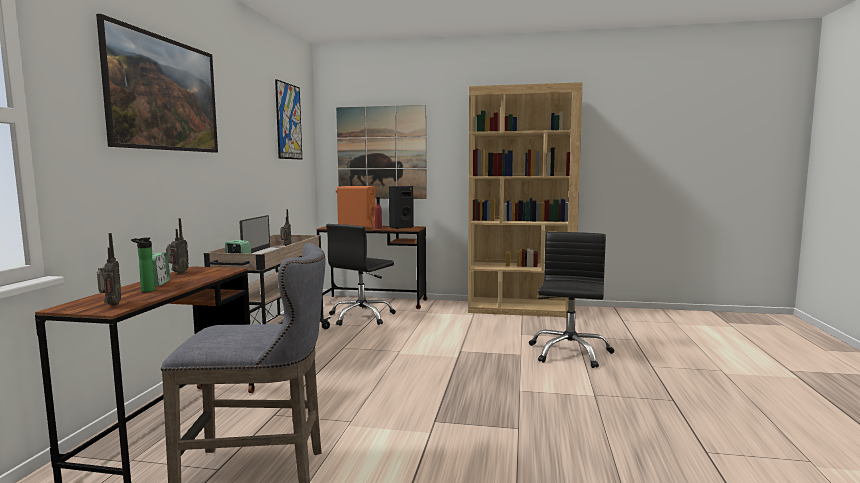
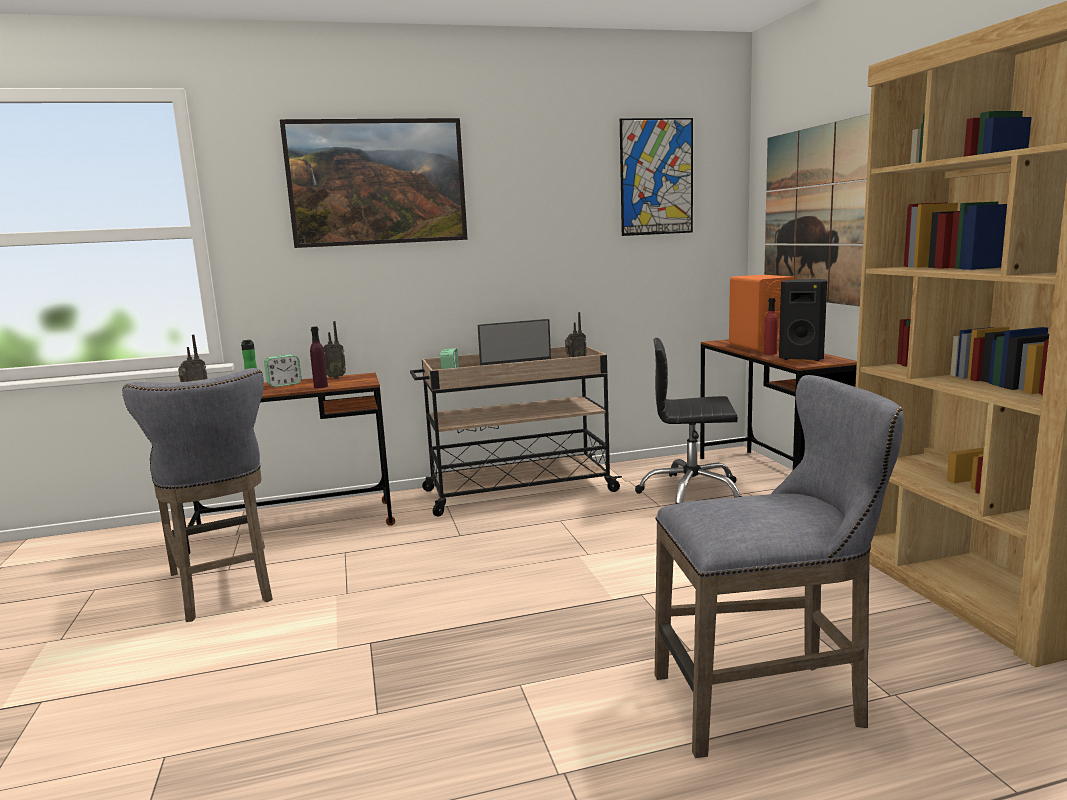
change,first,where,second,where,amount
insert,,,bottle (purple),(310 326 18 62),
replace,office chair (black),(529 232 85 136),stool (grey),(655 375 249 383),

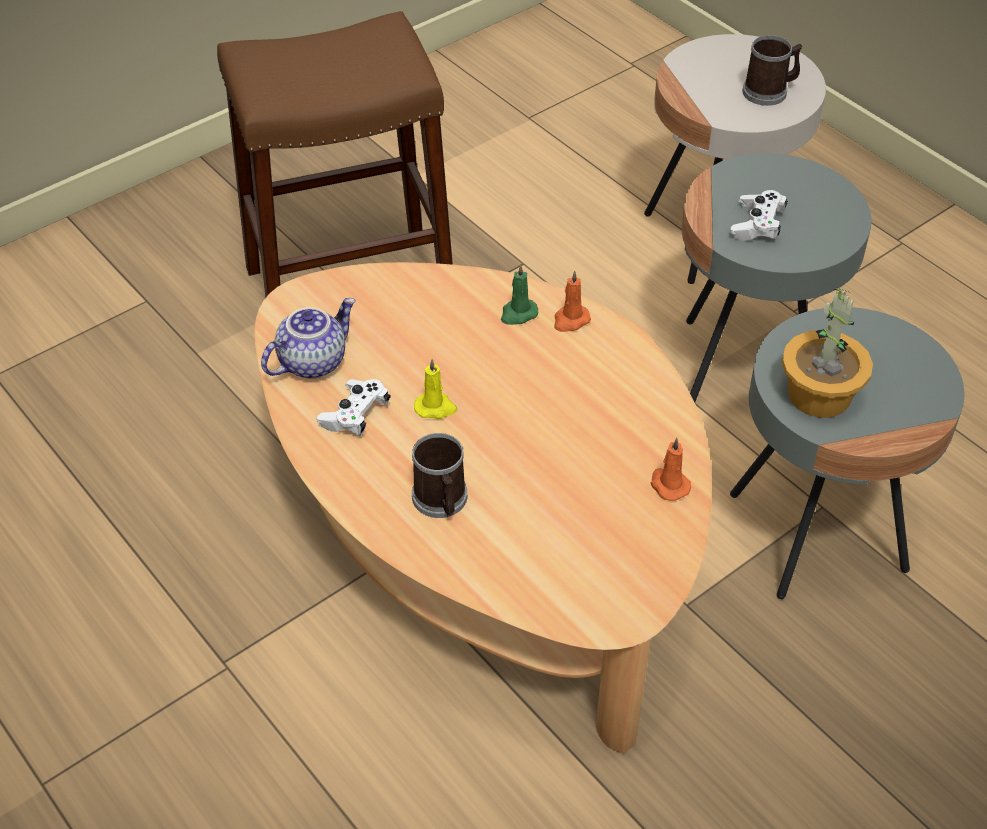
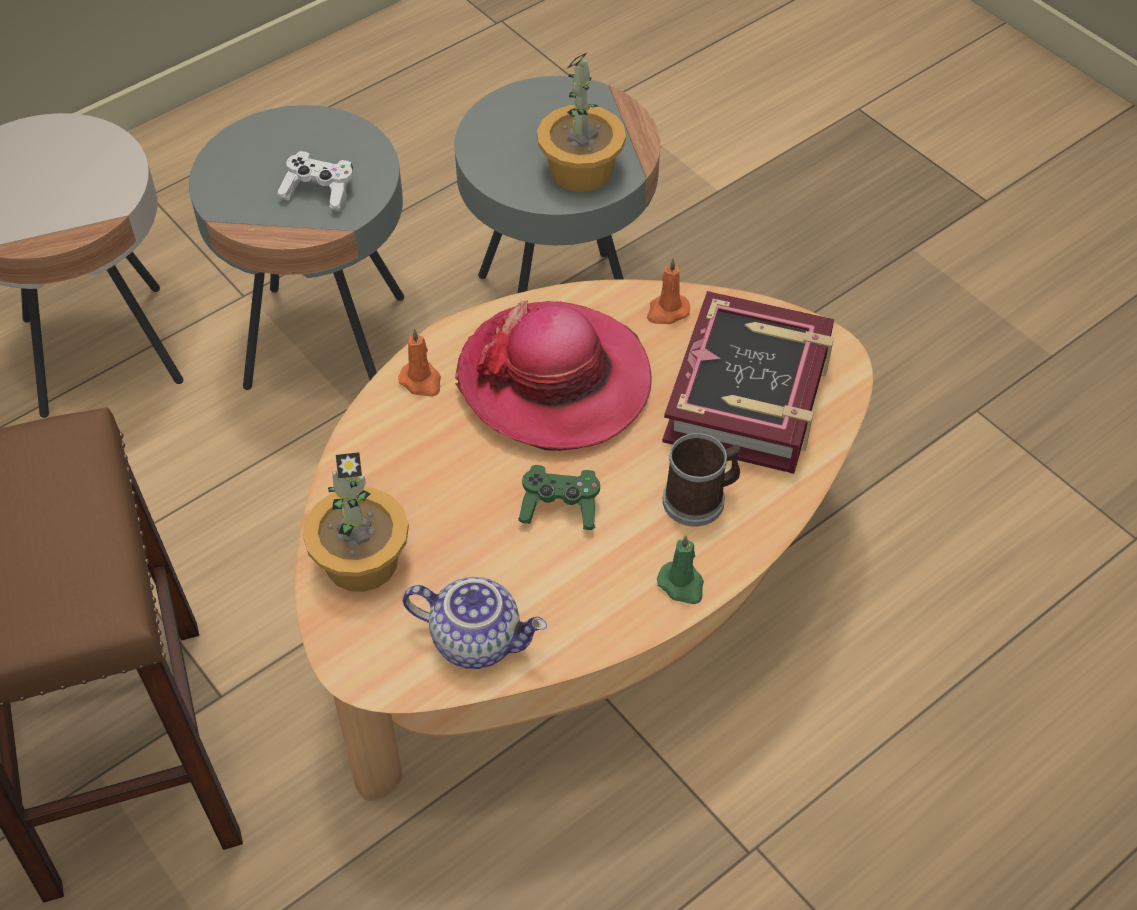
change,first,where,second,where,amount
delete,game controller (white),(317 379 73 57),,,
delete,mug,(743 35 59 71),,,
insert,,,potted plant,(303 452 106 140),
insert,,,hat,(455 301 197 150),
insert,,,book,(662 291 172 183),
move,candle (green),(501 264 37 61),,(657 535 47 69),
replace,candle (yellow),(414 359 44 60),game controller (green),(518 465 82 65),
rotate,teapot,(261 298 95 81),,(403 577 144 92),150 degrees clockwise

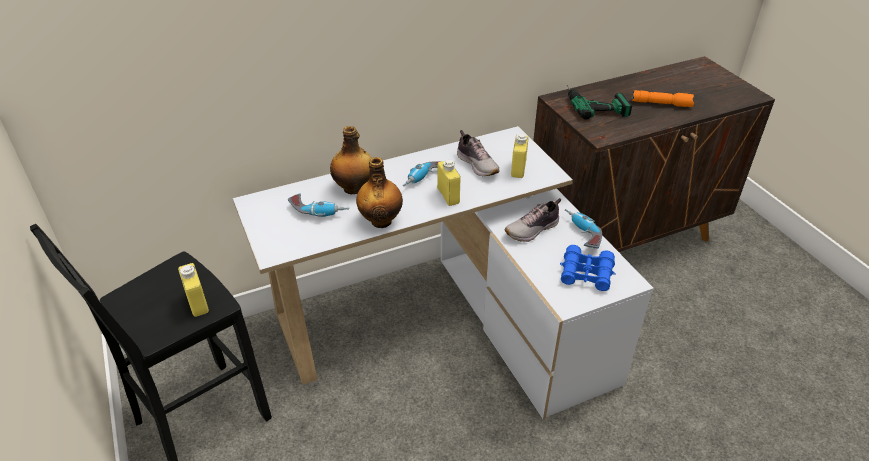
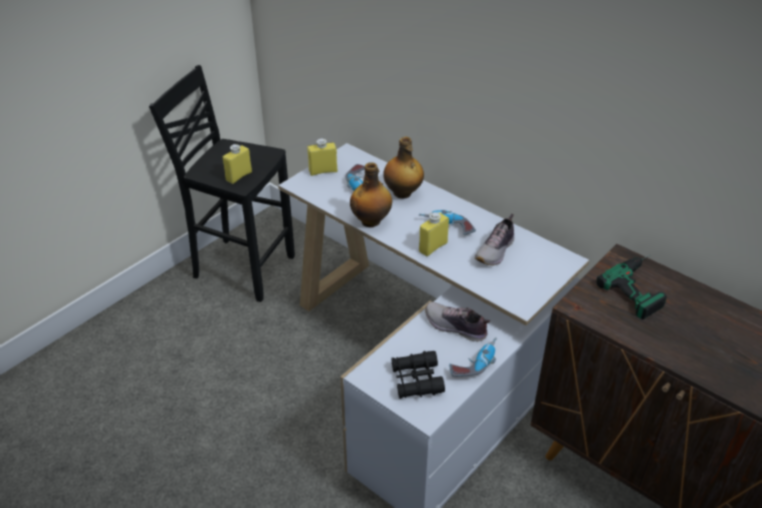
change,first,where,second,where,amount
delete,flashlight (orange),(632 90 62 17),,,
move,bottle (yellow),(511 134 17 44),,(307 138 30 38),
recolor,binoculars (blue),(560 245 56 46),binoculars (black),(391 351 54 48),

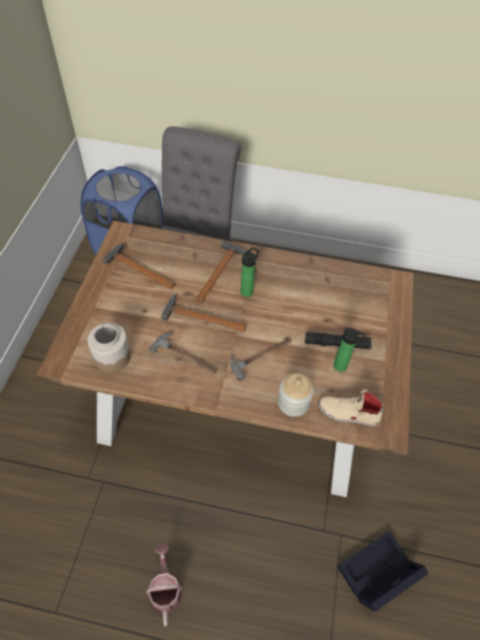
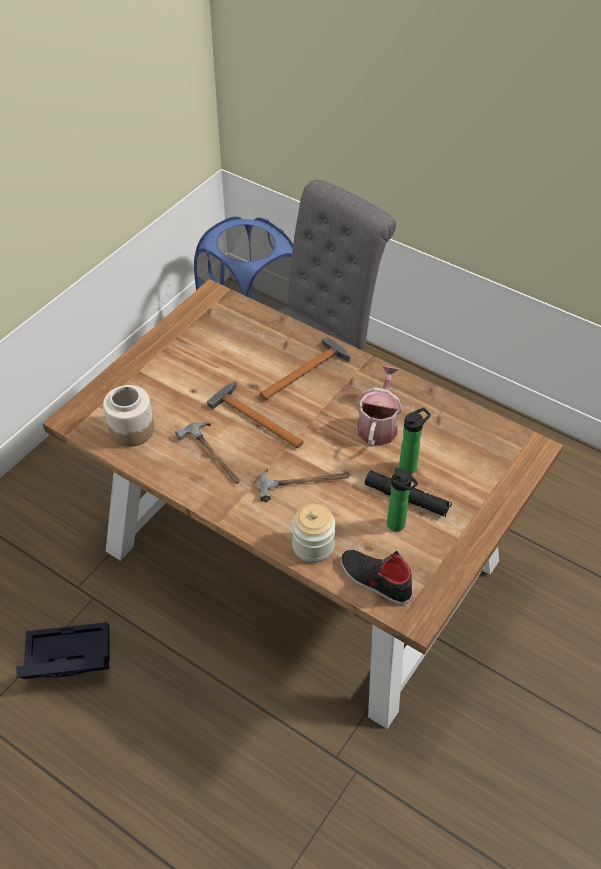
change,first,where,second,where,amount
delete,hammer,(102 243 73 46),,,
move,watering can,(146 545 36 81),,(357 365 45 82),
move,bottle,(241 247 18 50),,(399 407 32 67),
move,storage box (black),(337 531 92 81),,(16 622 93 57),
recolor,shoe (beige),(318 389 66 37),shoe (black),(340 550 73 55),

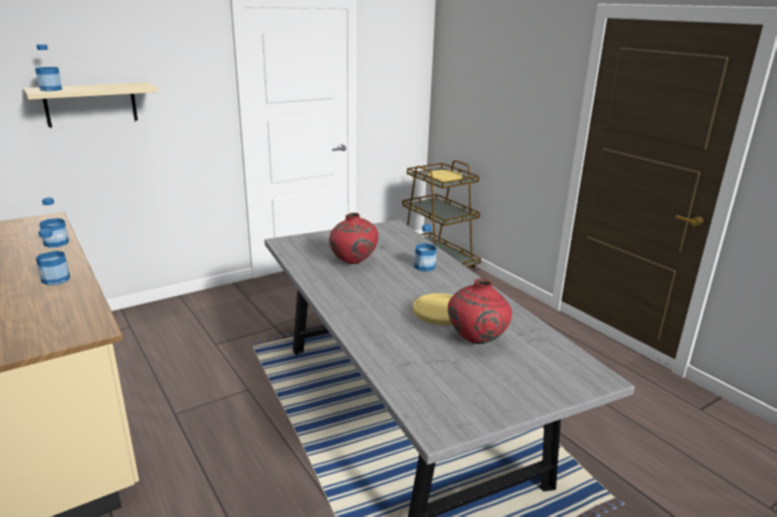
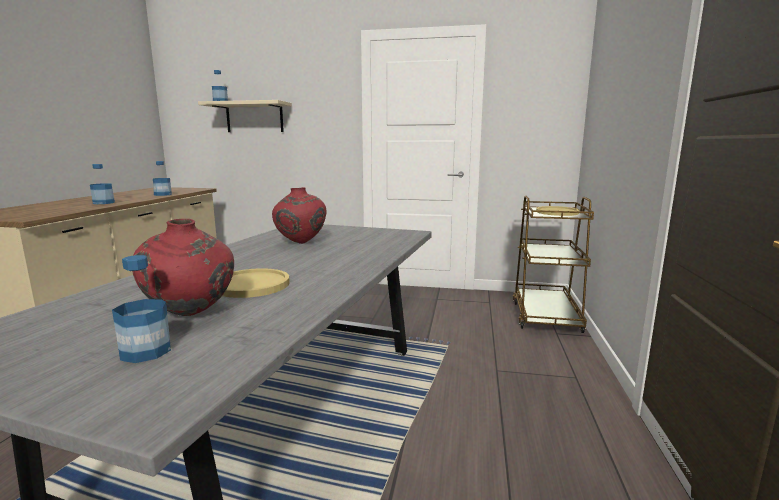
change,first,where,second,where,amount
move,bottle,(414 224 23 48),,(112 255 59 108),

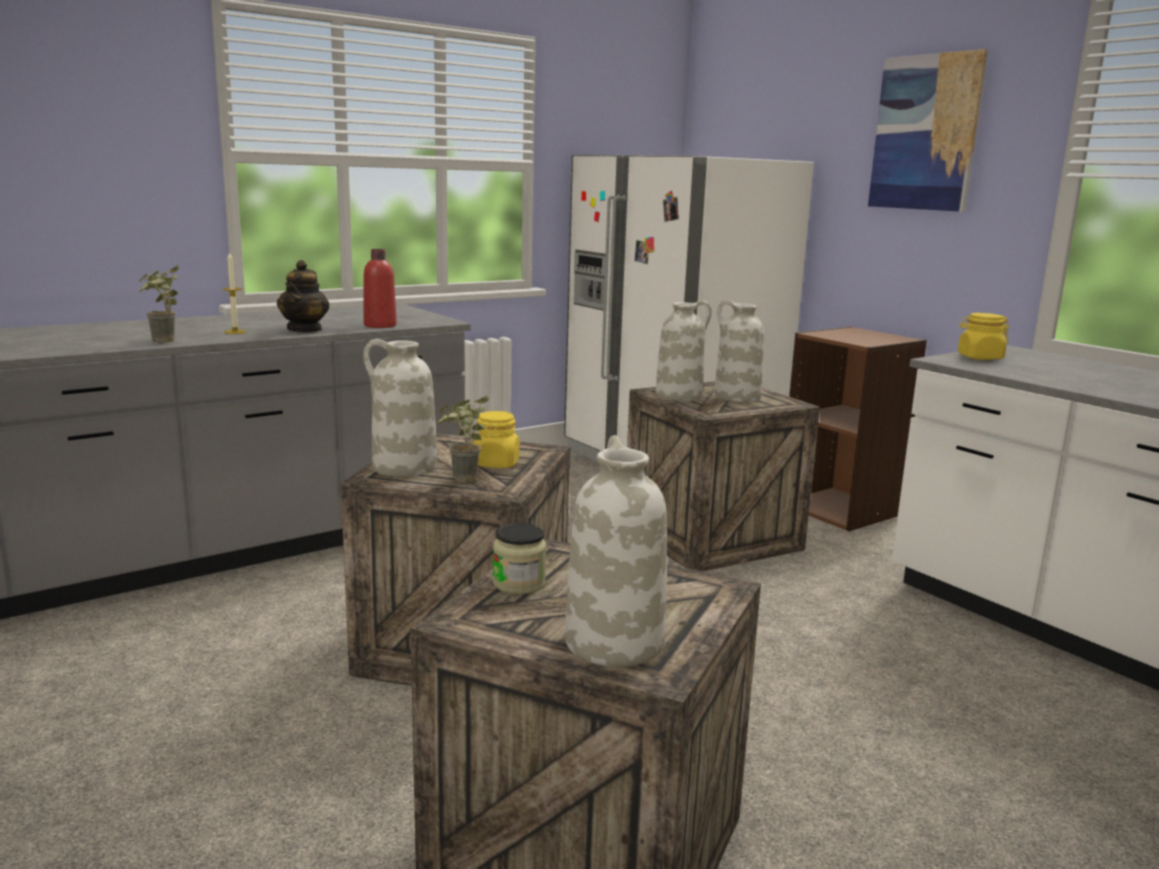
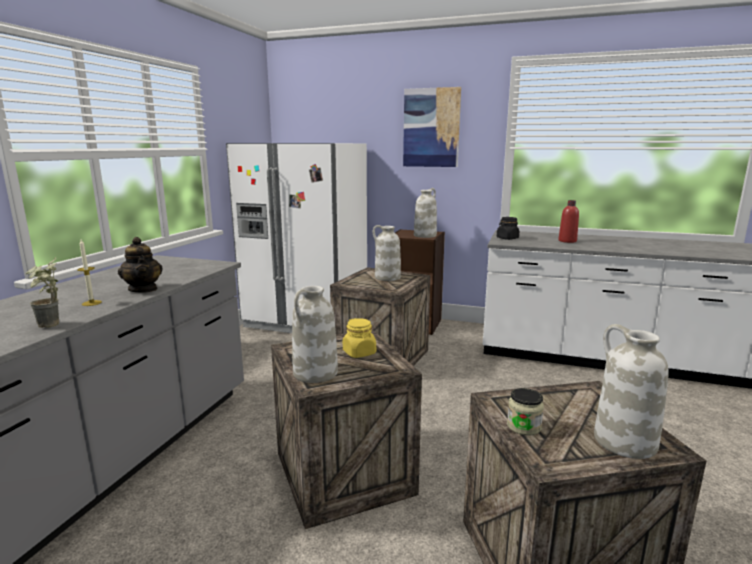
change,first,where,second,where,amount
delete,potted plant,(437 396 52 87),,,
move,bottle (red),(363 249 34 79),,(558 200 21 43),
move,vase (white),(656 300 55 101),,(414 188 23 50),
recolor,jar (yellow),(958 313 51 47),jar (black),(497 217 22 23),

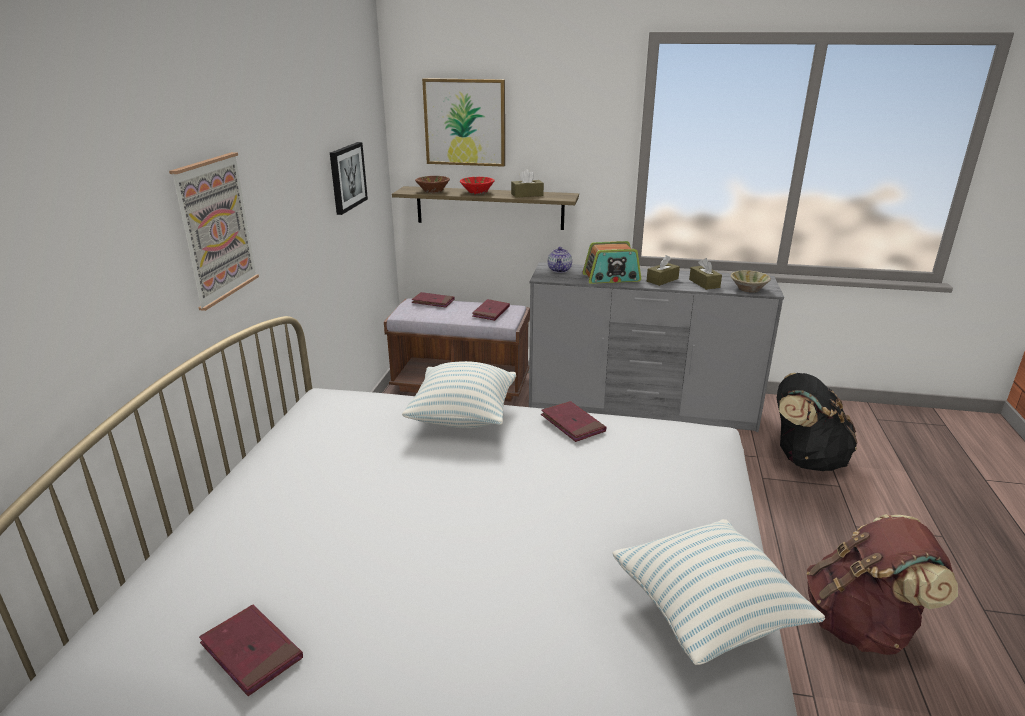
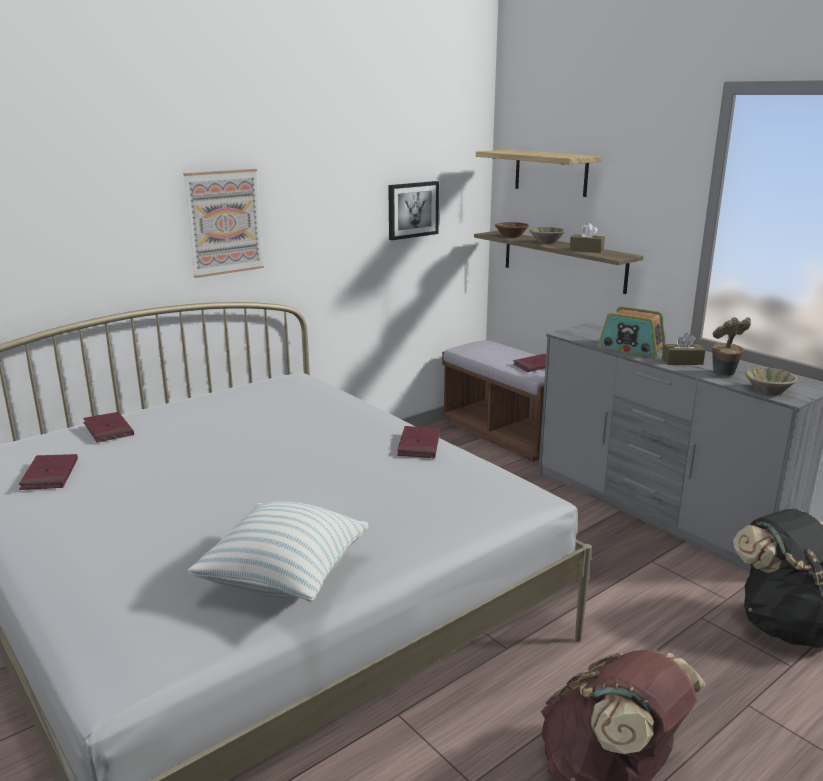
change,first,where,second,where,amount
delete,pillow,(402 361 114 67),,,
delete,teapot,(548 247 24 26),,,
move,book (red),(412 292 42 16),,(83 412 51 30),
replace,picture,(422 78 83 89),shelf,(476 150 126 47),
replace,tissue box (brown),(689 258 33 32),potted plant,(712 317 39 59),
recolor,bowl (red),(460 177 35 17),bowl (beige),(529 227 36 17),

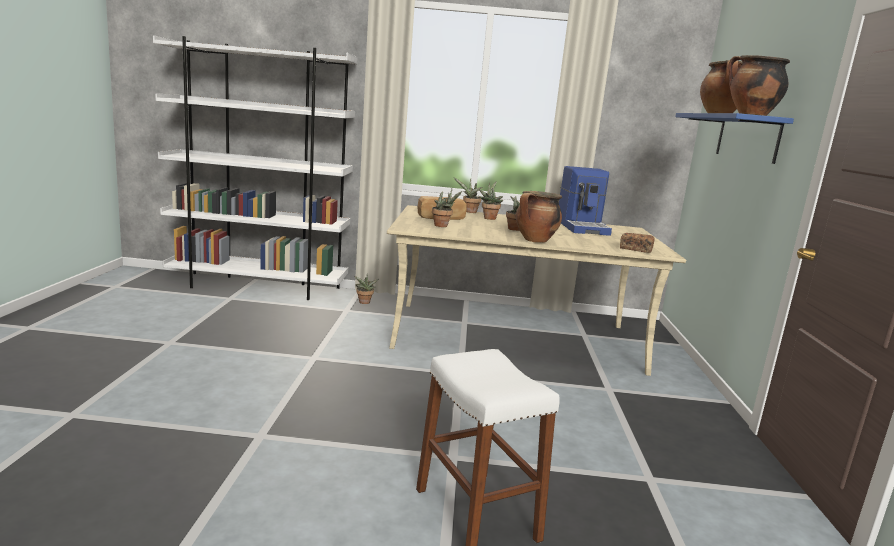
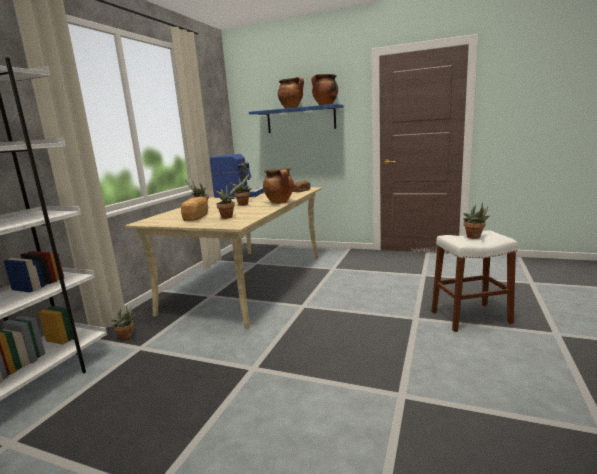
change,first,where,second,where,amount
move,potted plant,(454 178 28 35),,(464 202 27 37),

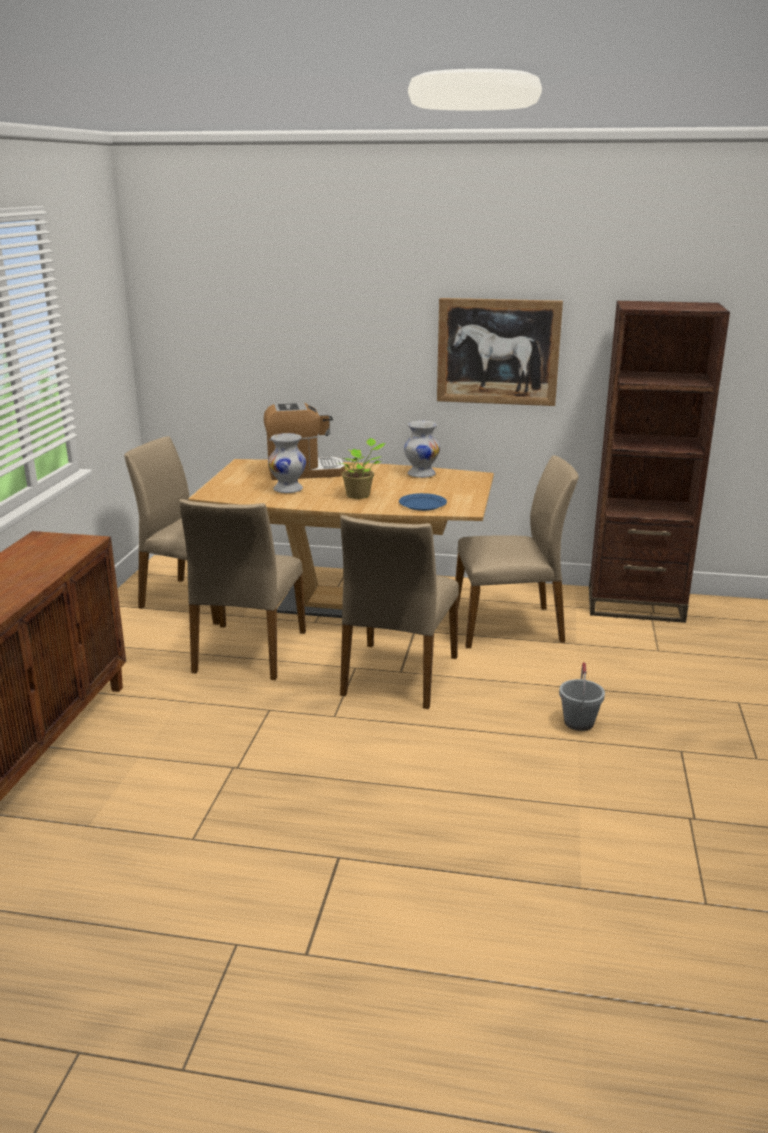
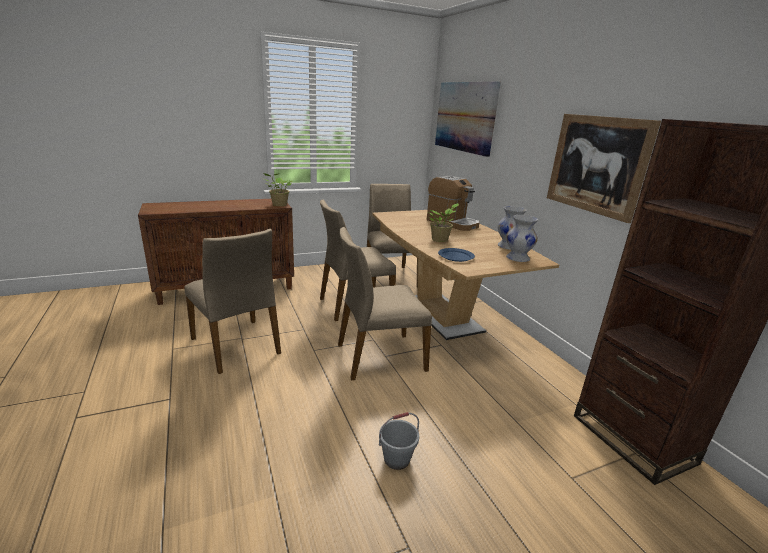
change,first,where,second,where,amount
insert,,,potted plant,(264 173 28 33),
insert,,,picture,(435 82 66 75),
move,vase (white),(268 433 38 60),,(506 215 32 47),
move,chair (beige),(455 456 123 192),,(184 229 97 145),

